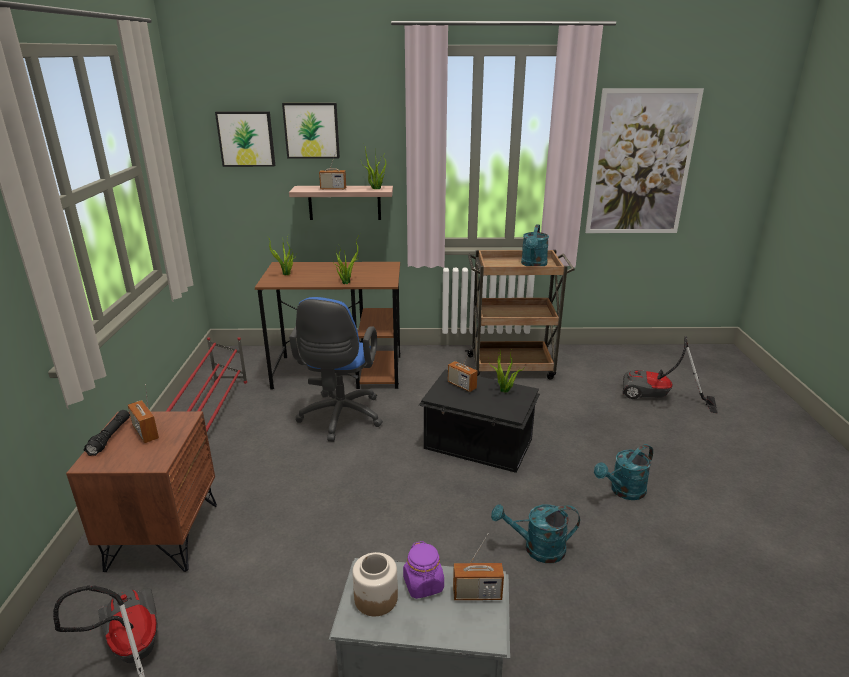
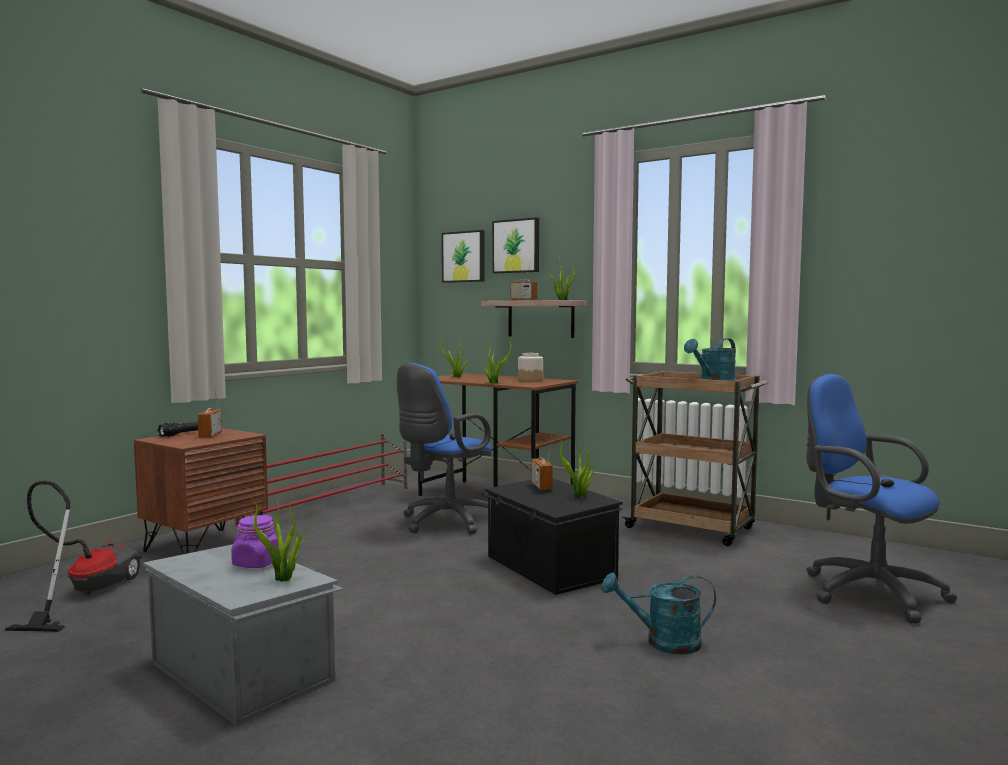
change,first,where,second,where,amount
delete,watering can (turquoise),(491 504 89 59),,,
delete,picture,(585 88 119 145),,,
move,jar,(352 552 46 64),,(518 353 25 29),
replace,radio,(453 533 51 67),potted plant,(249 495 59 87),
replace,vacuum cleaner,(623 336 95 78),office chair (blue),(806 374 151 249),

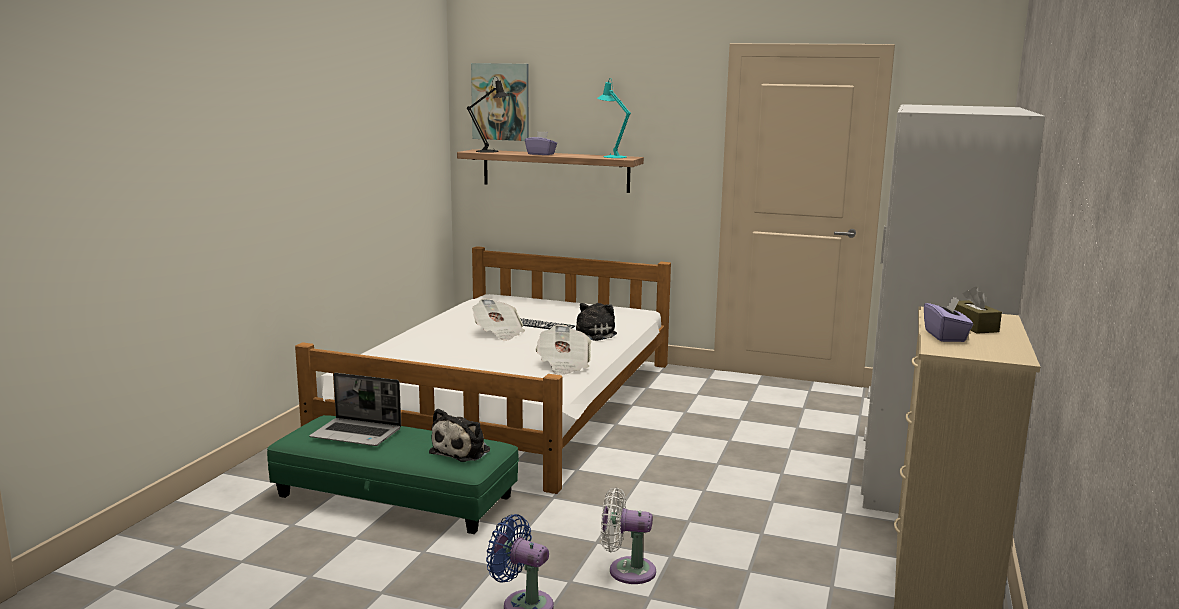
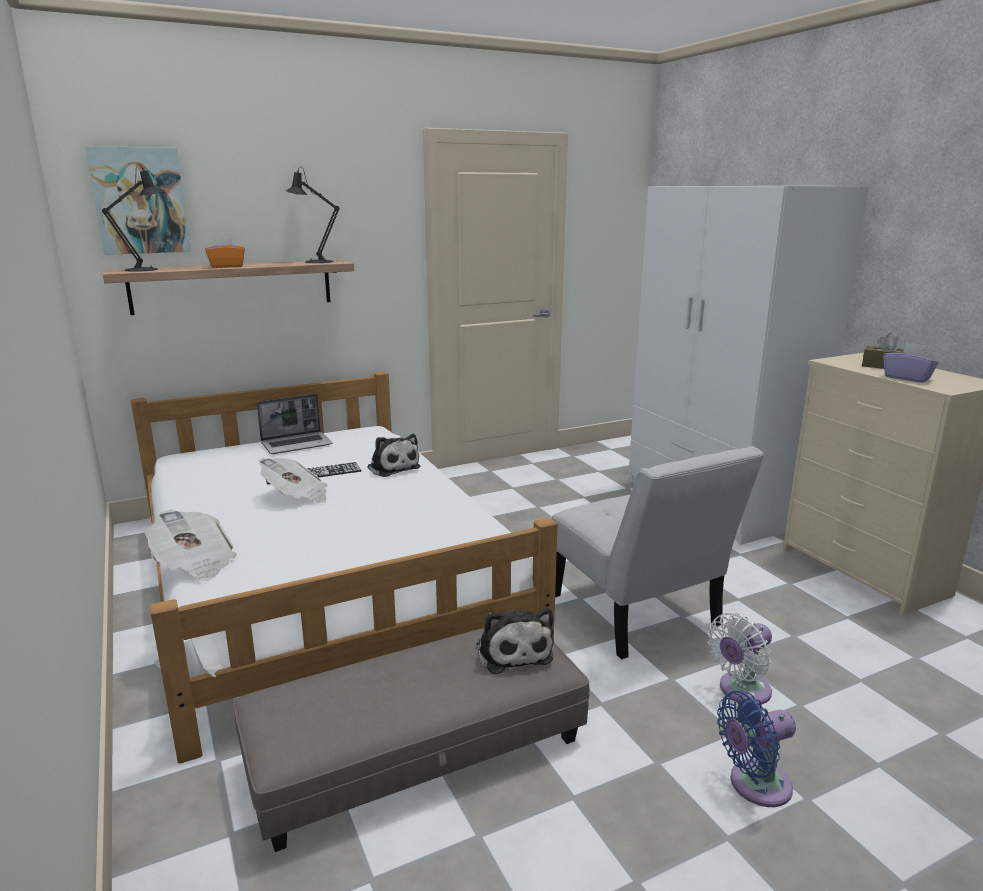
change,first,where,second,where,amount
insert,,,chair (white),(552 446 212 213),
move,laptop,(309 373 92 73),,(257 394 76 60),
move,newspaper,(536 325 55 50),,(145 510 92 71),
recolor,ottoman (green),(267 415 252 119),ottoman (grey),(233 628 356 224),
recolor,tissue box (purple),(525 131 32 24),tissue box (orange),(205 237 40 31),
recolor,table lamp (turquoise),(598 79 33 79),table lamp (black),(286 166 54 97),
rotate,plush toy,(576 303 41 38),,(367 434 53 43),150 degrees clockwise

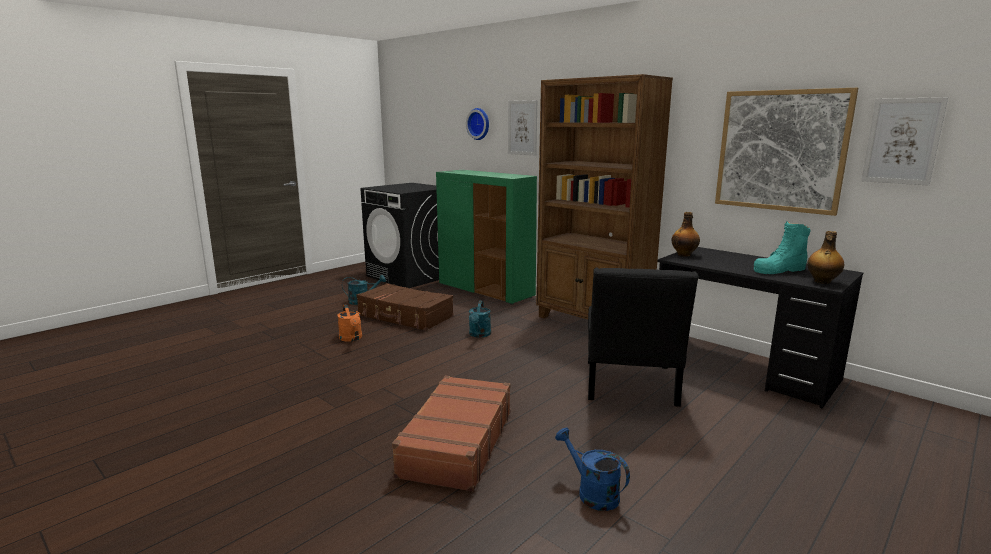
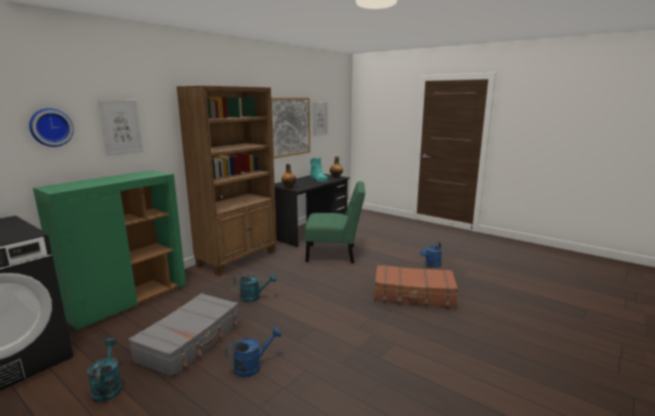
change,first,where,second,where,amount
recolor,watering can (orange),(337 304 25 38),watering can (blue),(225 328 56 50),
recolor,suitcase (brown),(356 283 98 48),suitcase (grey),(128 293 112 85),
recolor,chair (black),(588 268 111 139),chair (green),(305 181 60 82),

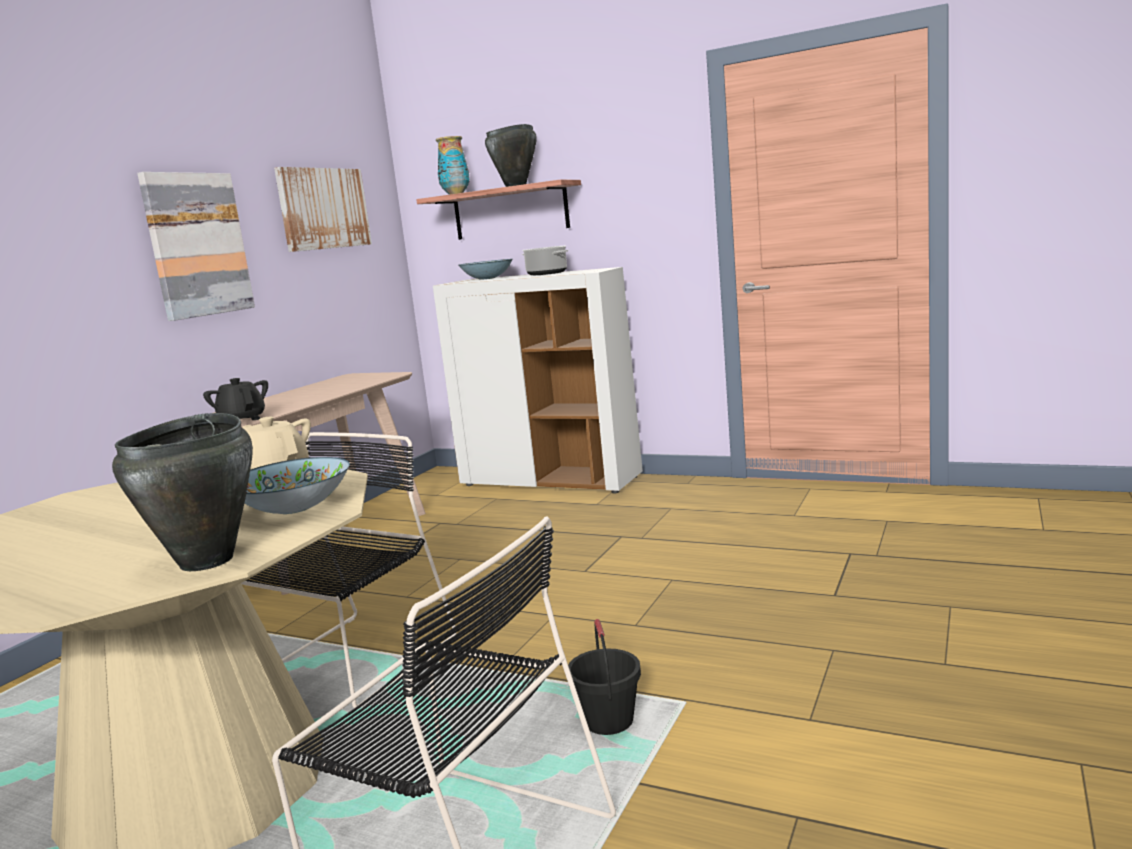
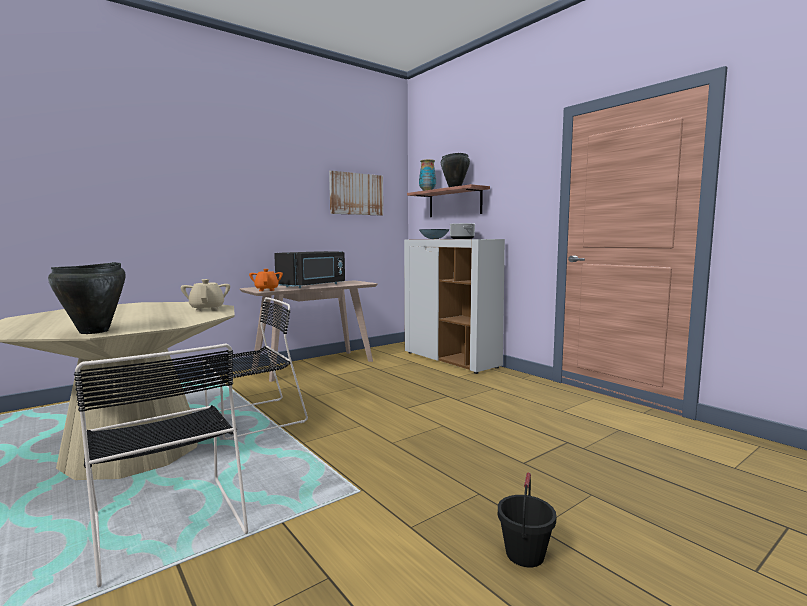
change,first,where,second,where,amount
delete,picture,(137 172 118 149),,,
delete,bowl,(245 457 105 57),,,
insert,,,microwave (black),(274 251 71 37),
move,bucket (black),(568 619 73 116),,(498 472 59 96),
recolor,teapot (black),(203 378 65 42),teapot (orange),(249 269 34 22),

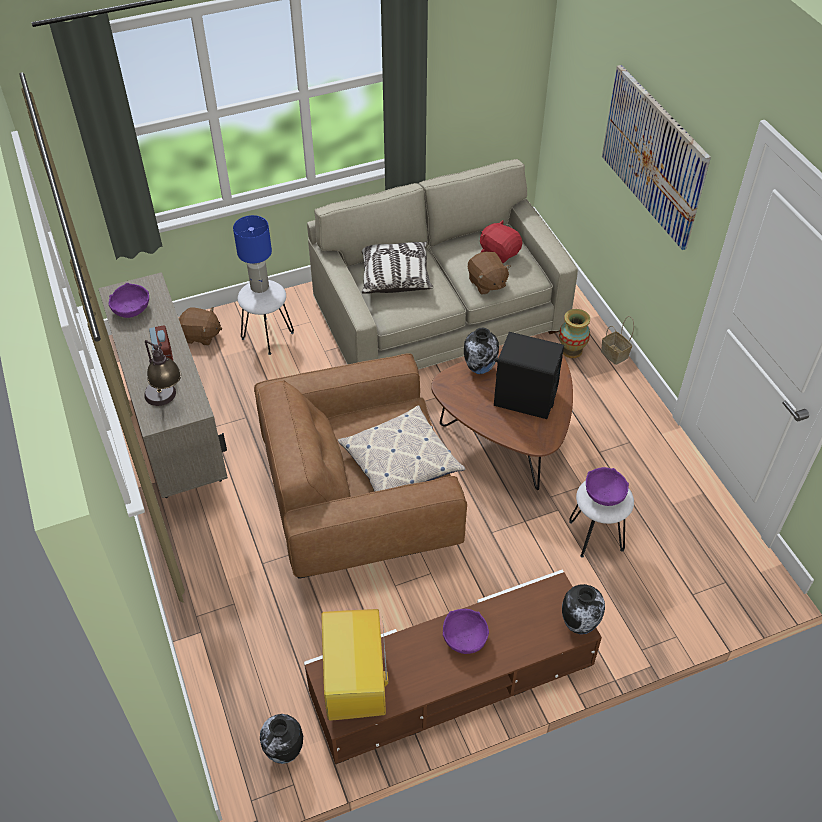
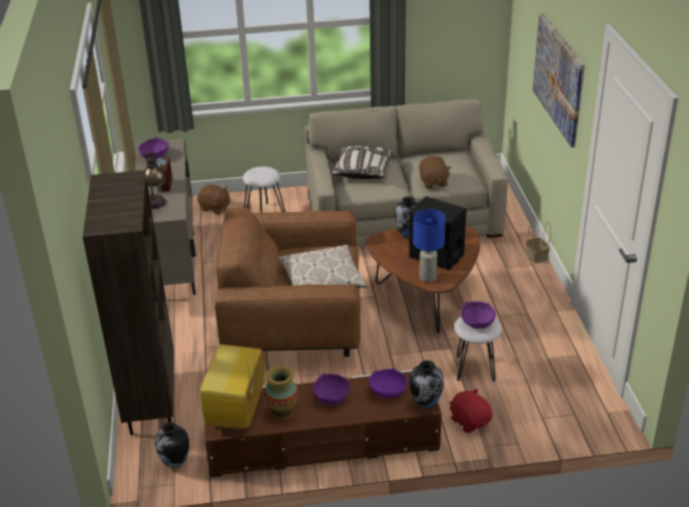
change,first,where,second,where,amount
insert,,,bookcase (brown),(83 170 91 265),
insert,,,bowl (purple),(369 368 38 30),
move,table lamp (blue),(233 215 39 78),,(413 209 33 73),
move,plush toy (red),(480 220 43 43),,(449 389 44 44),
move,vase,(559 309 31 49),,(265 365 33 55),

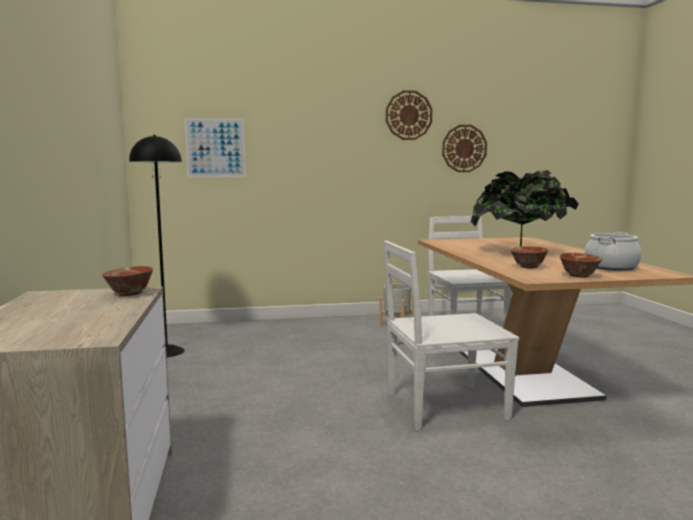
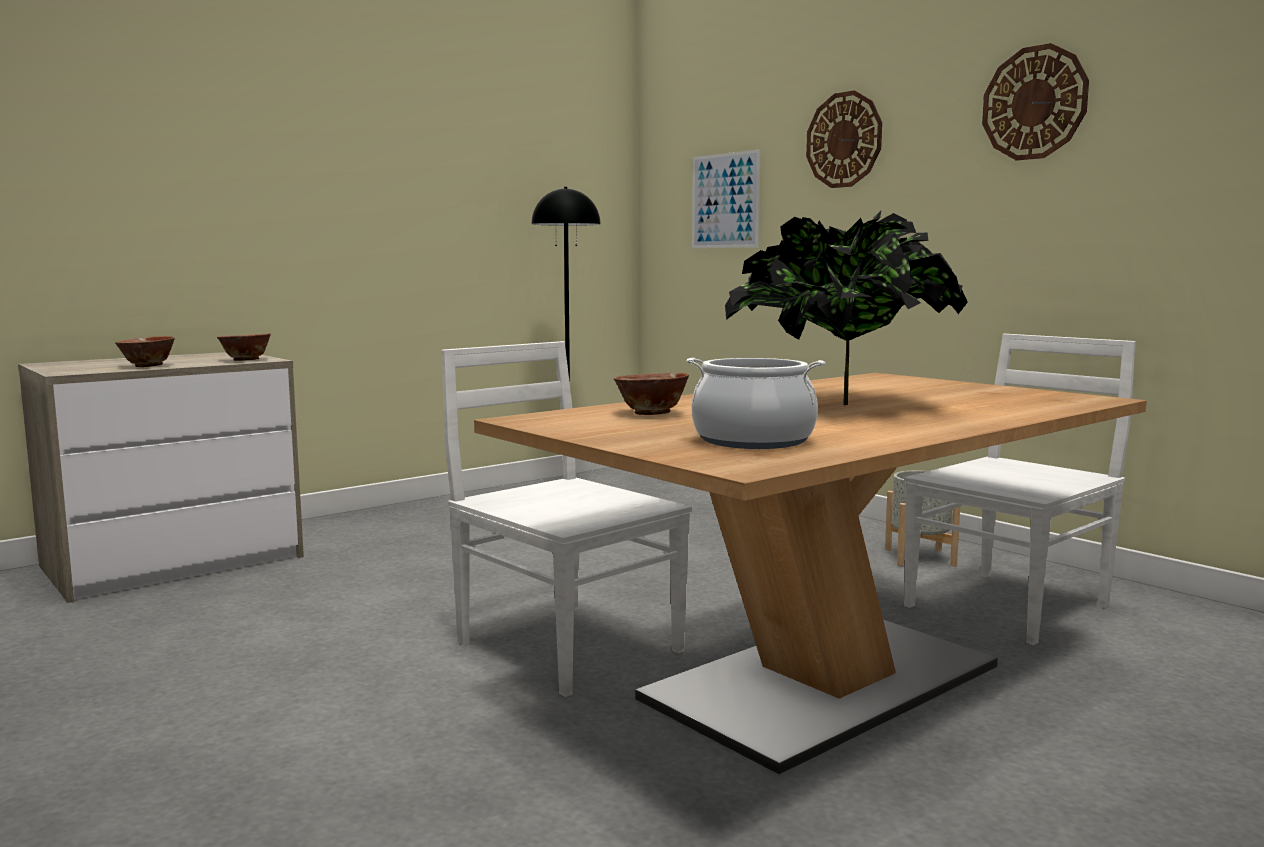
change,first,where,second,where,amount
move,wall clock,(442 125 45 47),,(806 90 76 98),
move,bowl,(560 253 42 25),,(115 336 60 31),

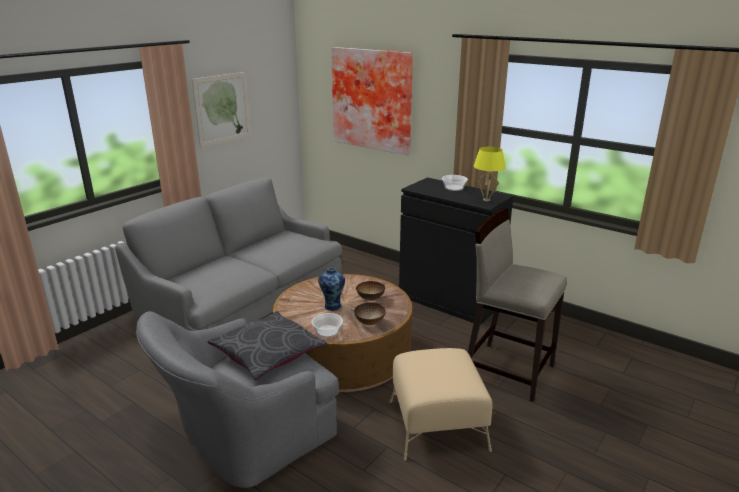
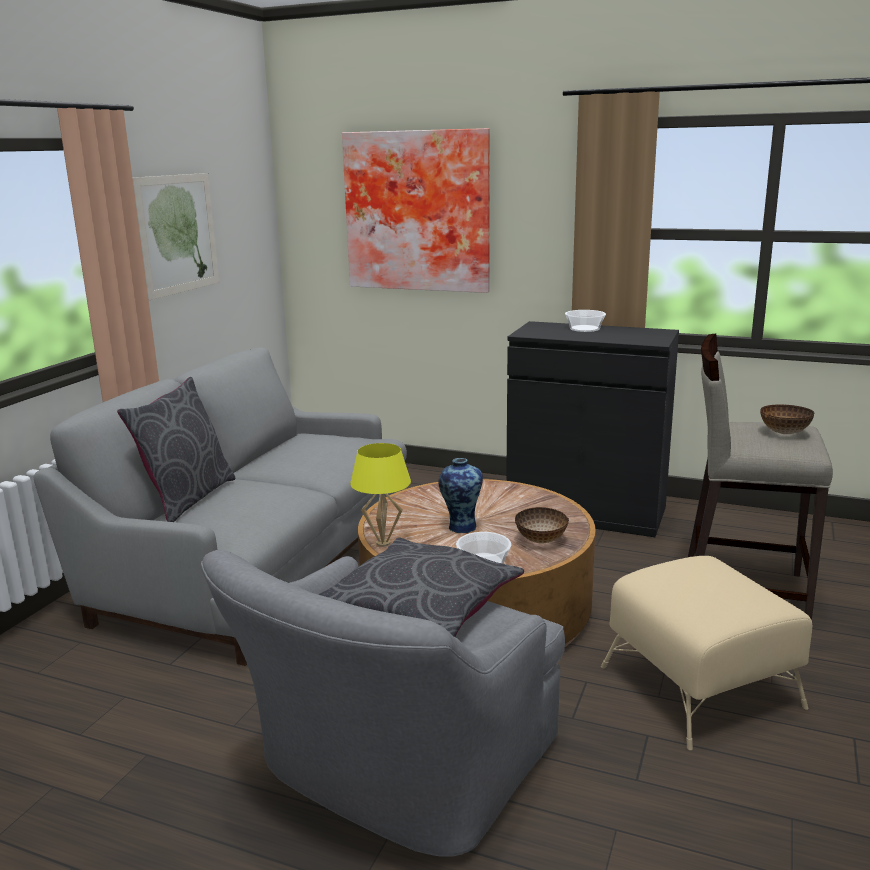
change,first,where,second,where,amount
insert,,,pillow (grey),(117 377 119 145),
move,bowl,(356 281 29 20),,(760 404 54 30),
move,table lamp (yellow),(474 147 32 54),,(350 443 61 104),

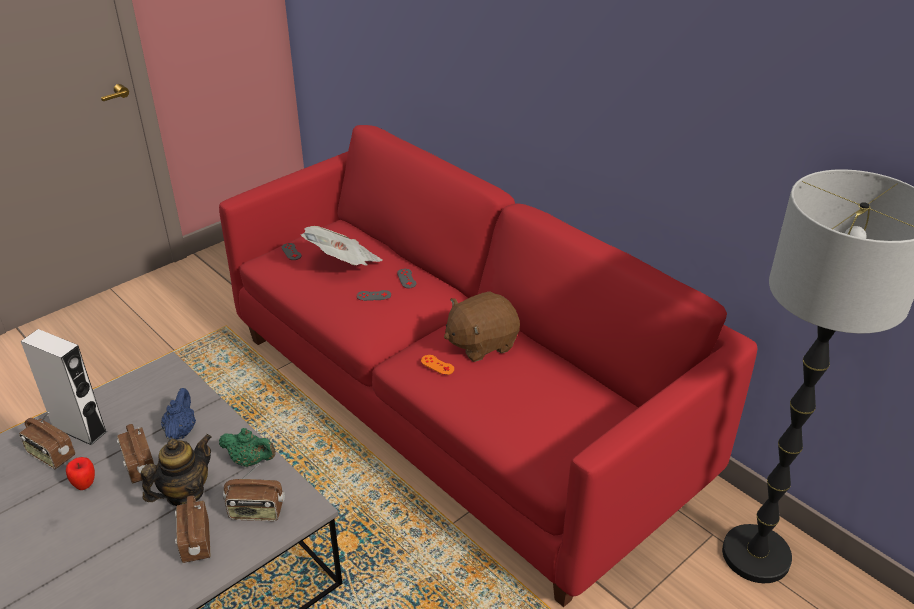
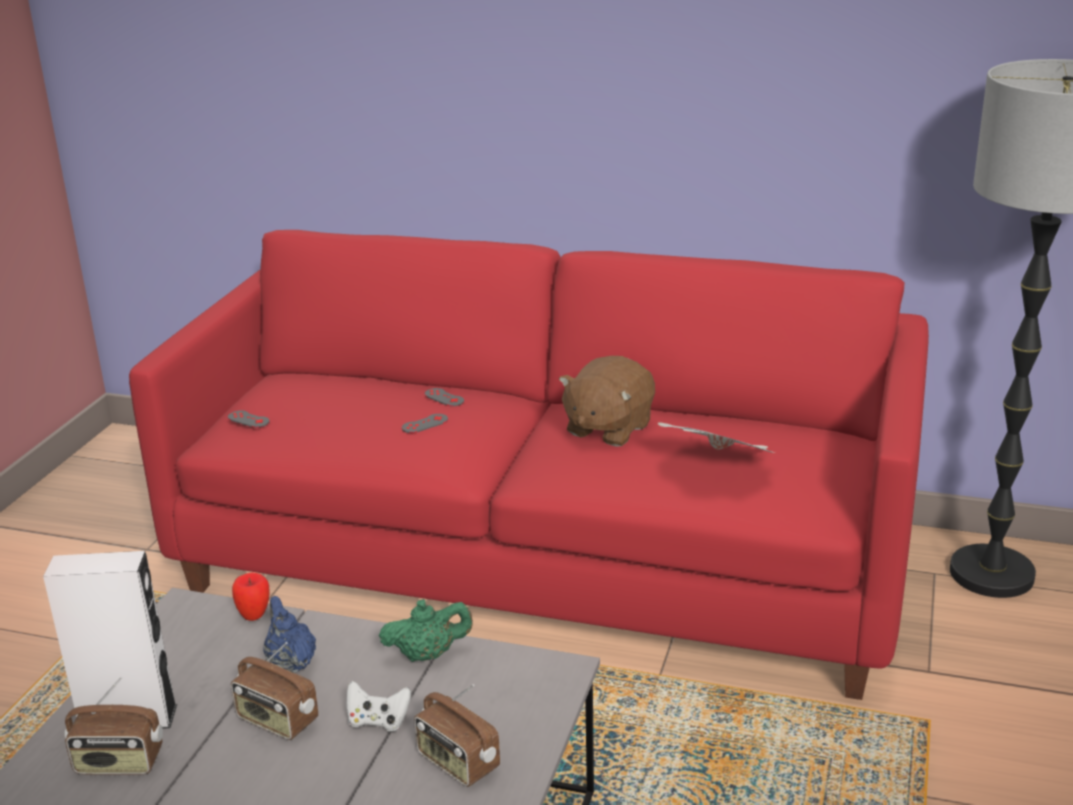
change,first,where,second,where,amount
delete,radio,(223 463 62 58),,,
delete,game controller (orange),(421 355 33 20),,,
move,apple,(66 457 29 33),,(232 573 38 48),
move,newspaper,(301 226 82 40),,(658 422 117 31),
replace,teapot,(141 434 71 72),game controller (white),(346 681 65 51),

